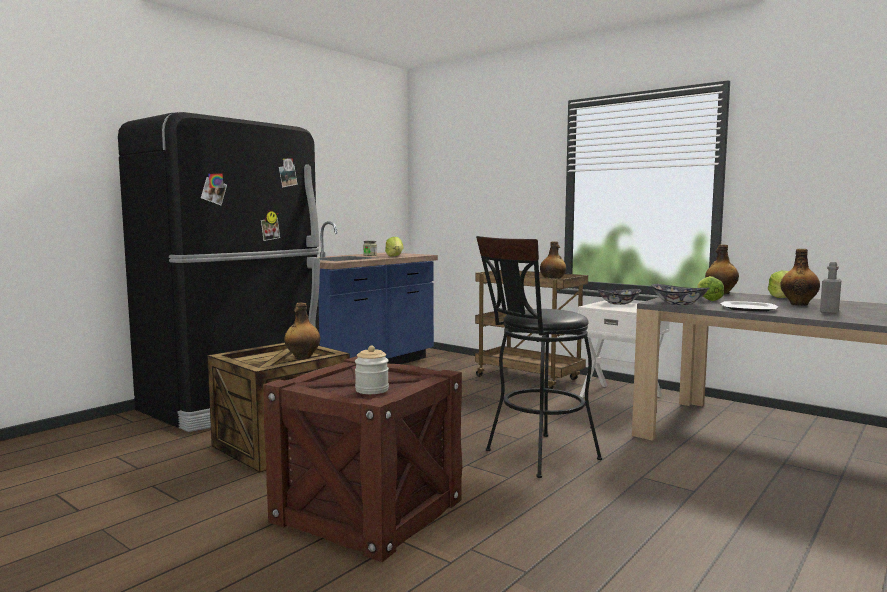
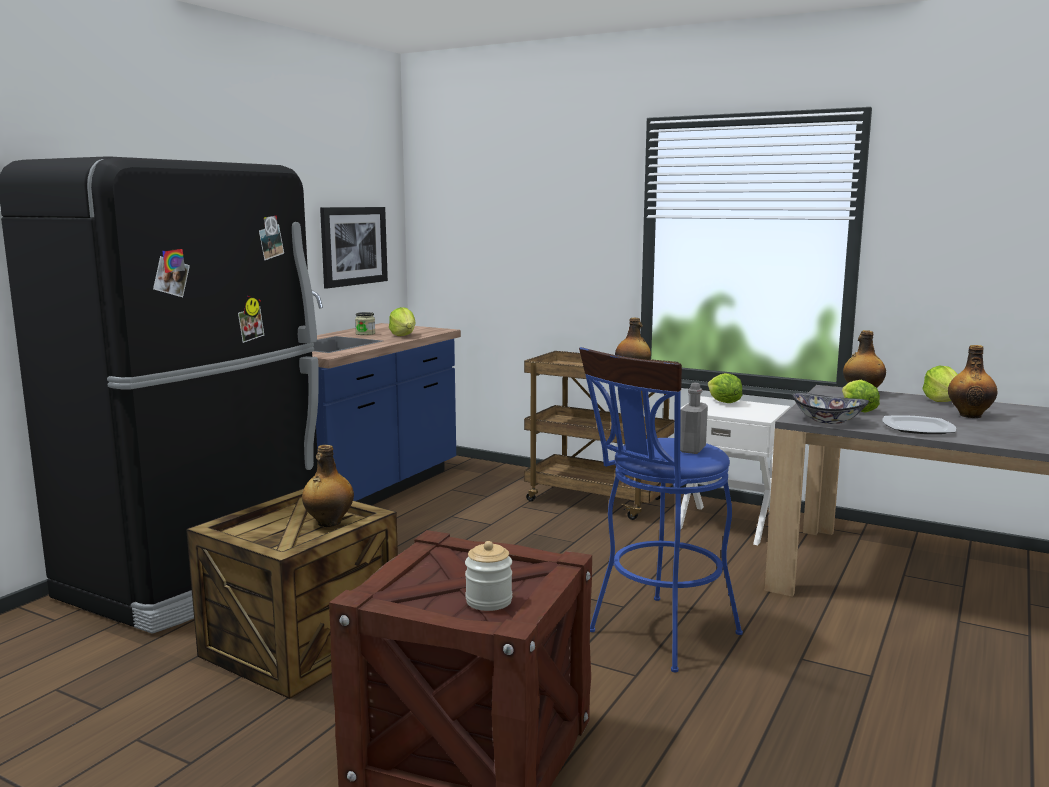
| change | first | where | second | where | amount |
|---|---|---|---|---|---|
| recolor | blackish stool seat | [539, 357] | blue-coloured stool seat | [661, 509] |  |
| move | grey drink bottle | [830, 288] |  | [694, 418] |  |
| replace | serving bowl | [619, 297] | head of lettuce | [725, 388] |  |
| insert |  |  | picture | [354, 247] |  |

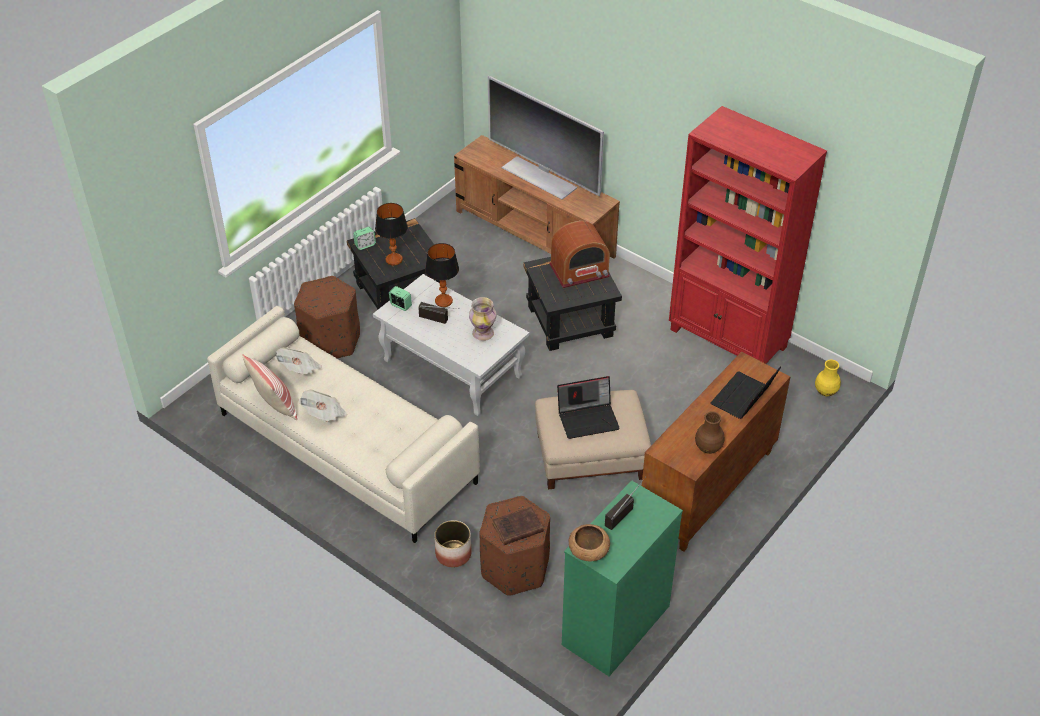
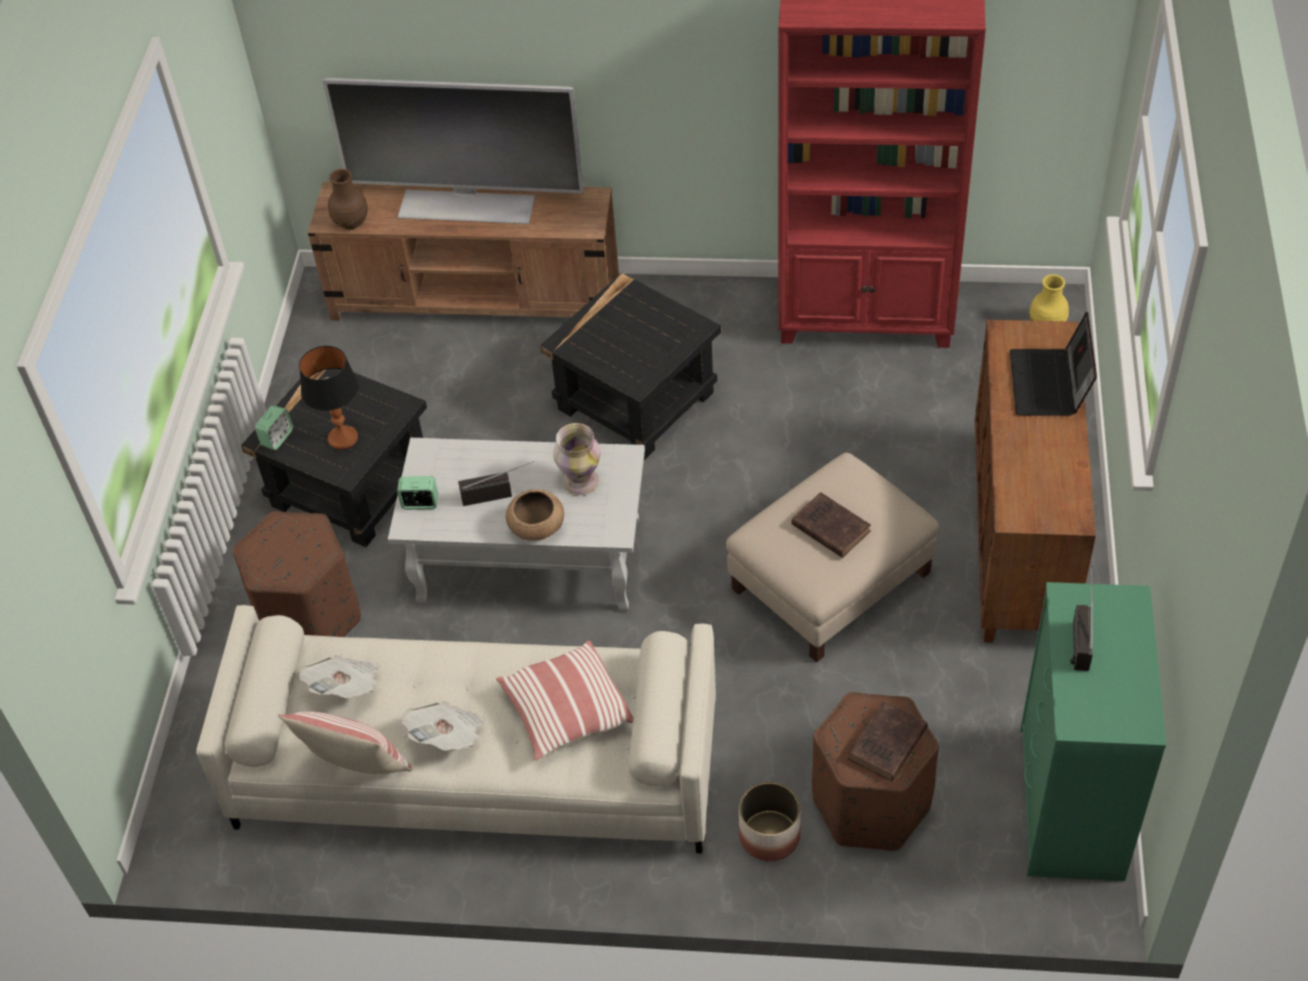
| change | first | where | second | where | amount |
|---|---|---|---|---|---|
| delete | radio set | [579, 254] |  |  |  |
| delete | table lamp | [442, 275] |  |  |  |
| replace | portable computer | [588, 407] | brown-coloured bound book | [831, 525] |  |
| move | brown-coloured flower vase | [709, 432] |  | [348, 199] |  |
| move | brown-coloured serving bowl | [589, 542] |  | [535, 515] |  |
| insert |  |  | pillow | [564, 701] |  |

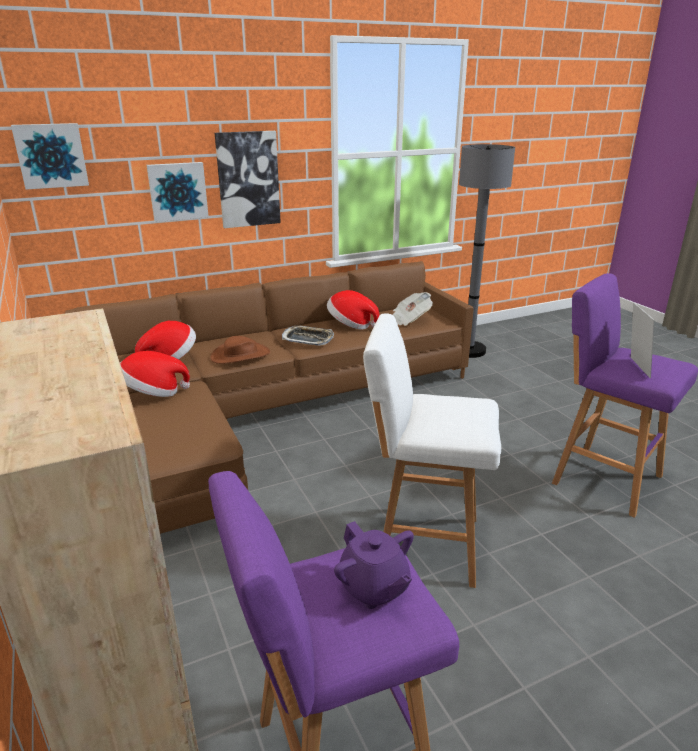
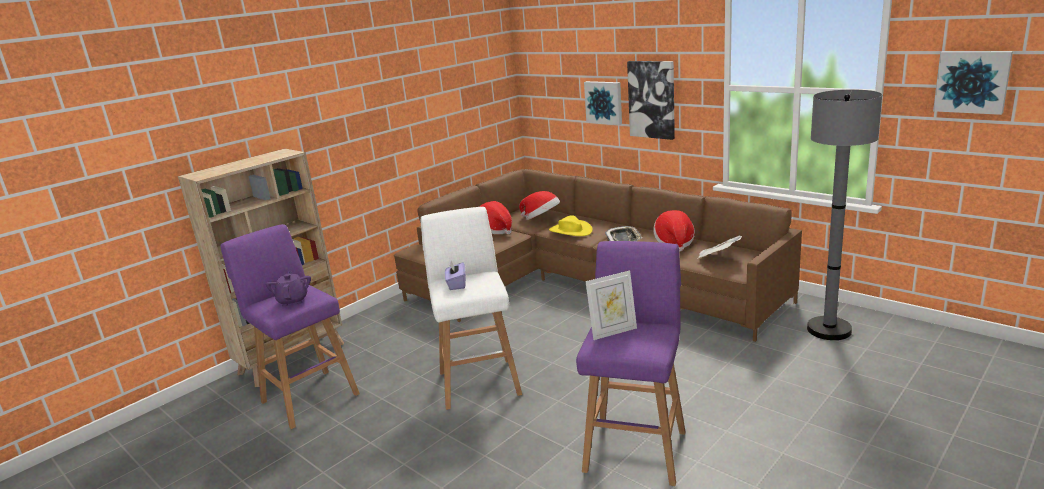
| change | first | where | second | where | amount |
|---|---|---|---|---|---|
| move | picture | [50, 156] |  | [973, 83] |  |
| recolor | brown-coloured clothing hat | [240, 350] | yellowish clothing hat | [571, 225] |  |
| rotate | purple teapot | [374, 565] |  | [288, 289] | 135 degrees clockwise |
| insert |  |  | purple tissue box | [455, 275] |  |

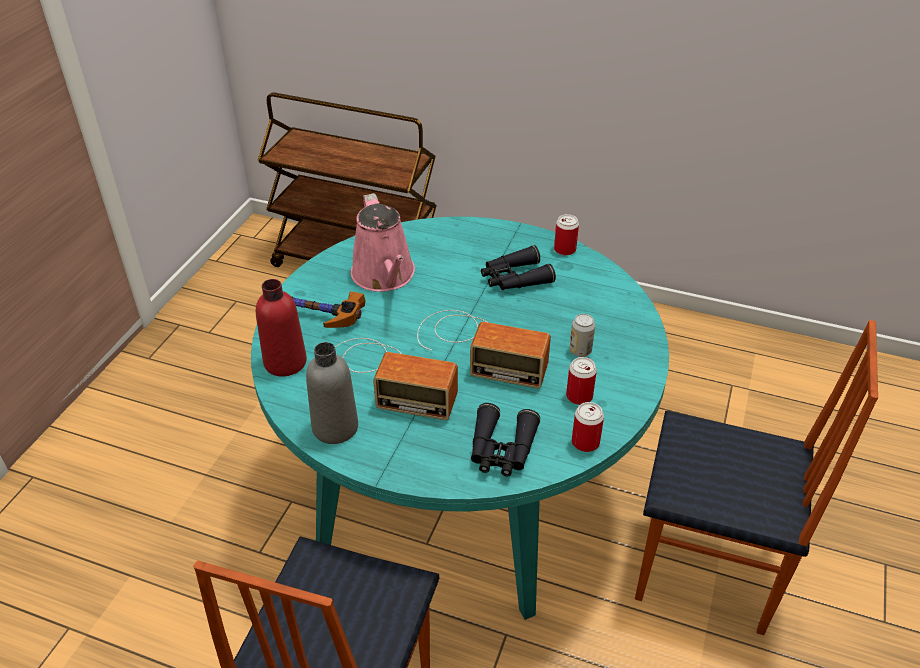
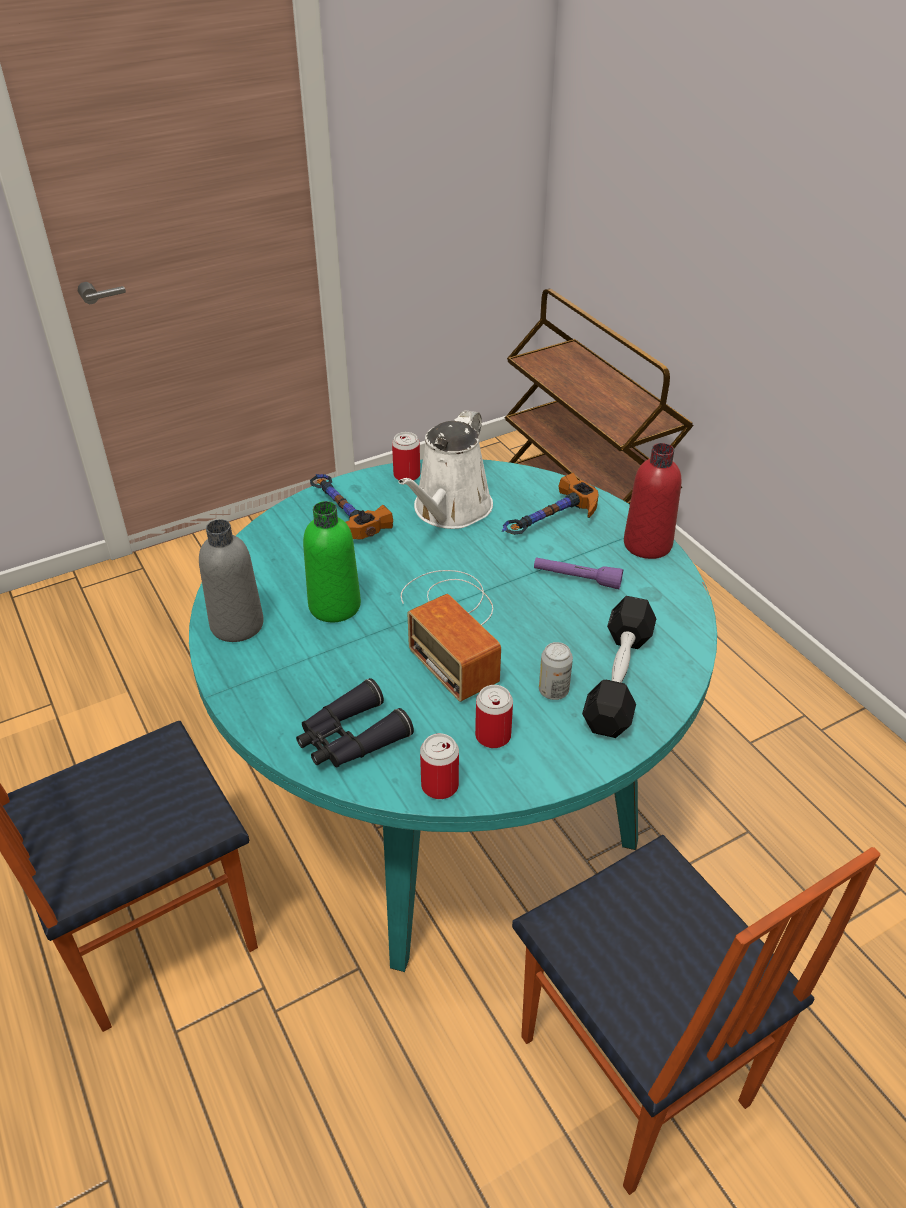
| change | first | where | second | where | amount |
|---|---|---|---|---|---|
| recolor | pinkish watering can | [383, 242] | white watering can | [445, 469] |  |
| move | sealed can | [566, 234] |  | [406, 456] |  |
| replace | blackish pair of binoculars | [518, 267] | purple flashlight | [578, 573] |  |
| move | reddish drink bottle | [281, 328] |  | [652, 501] |  |
| replace | radio set | [396, 379] | greenish drink bottle | [332, 561] |  |
| insert |  |  | hammer | [550, 504] |  |
| insert |  |  | blackish dumbbell | [619, 667] |  |

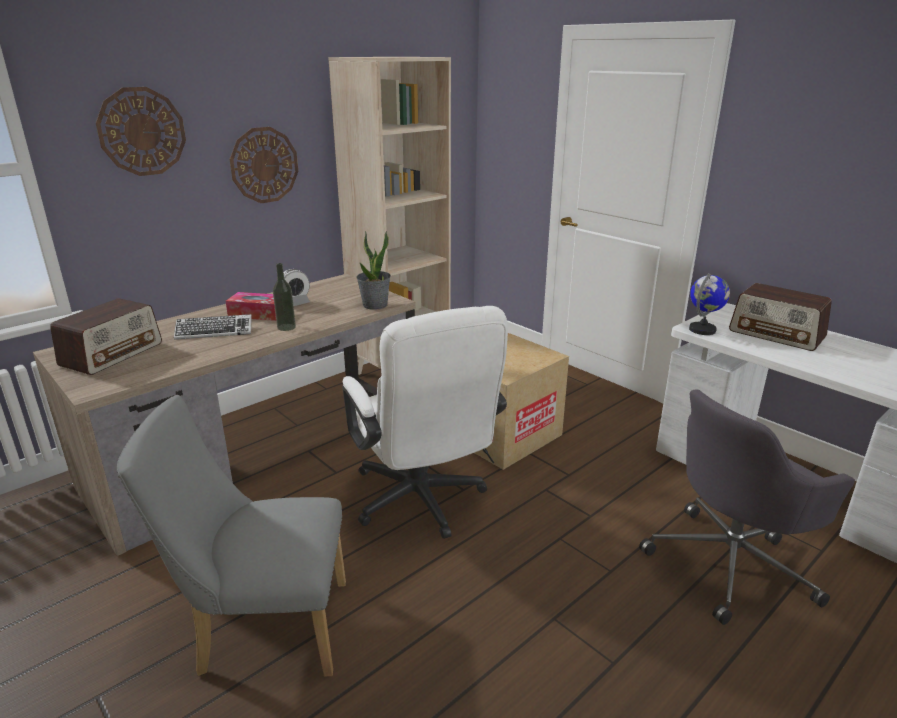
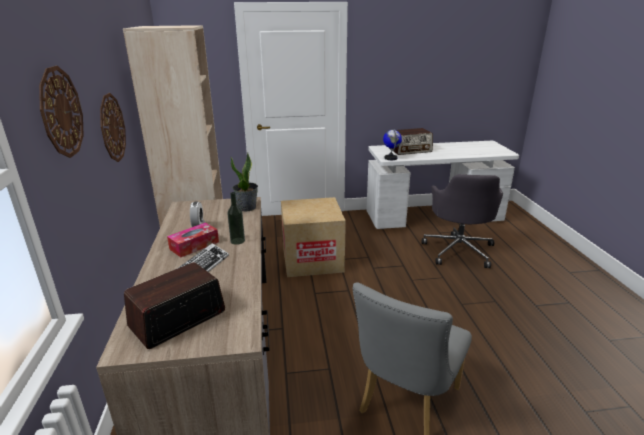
| change | first | where | second | where | amount |
|---|---|---|---|---|---|
| rotate | radio set | [106, 336] |  | [174, 305] | 105 degrees counterclockwise |
| delete | white office chair | [425, 422] |  |  |  |

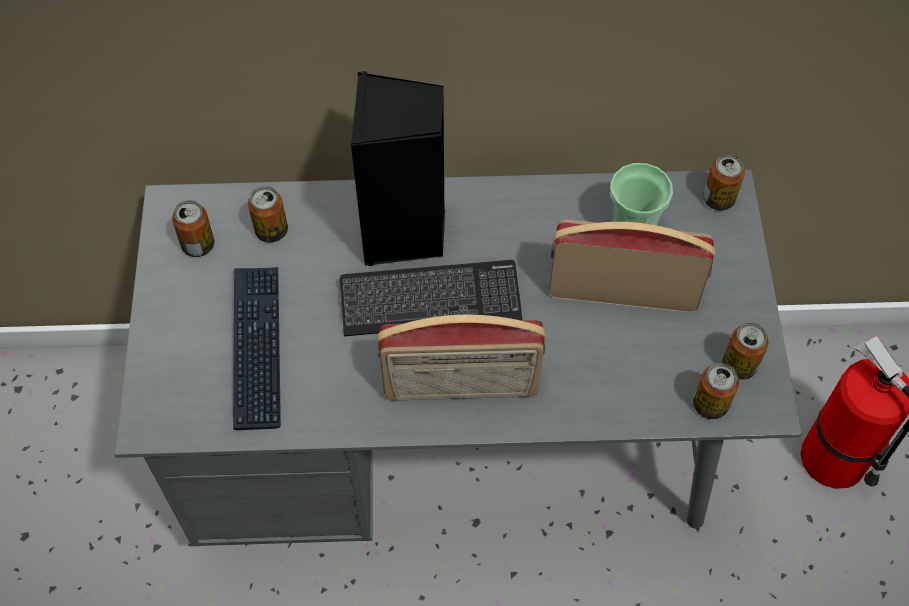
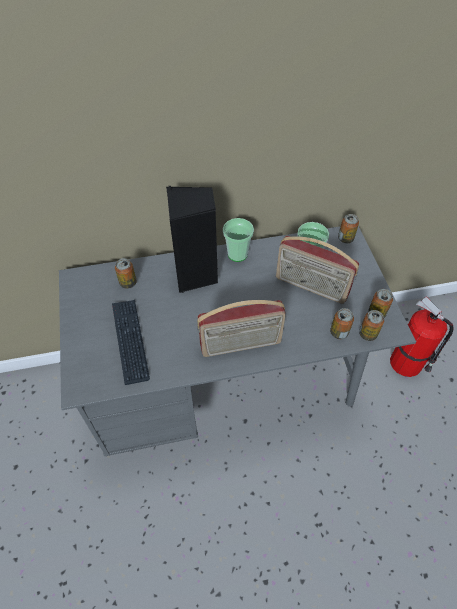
| change | first | where | second | where | amount |
|---|---|---|---|---|---|
| move | sealed can | [193, 228] |  | [342, 323] |  |
| rotate | radio set | [632, 266] |  | [317, 270] | 150 degrees counterclockwise |
| delete | keyboard | [431, 298] |  |  |  |
| insert |  |  | cup | [238, 240] |  |

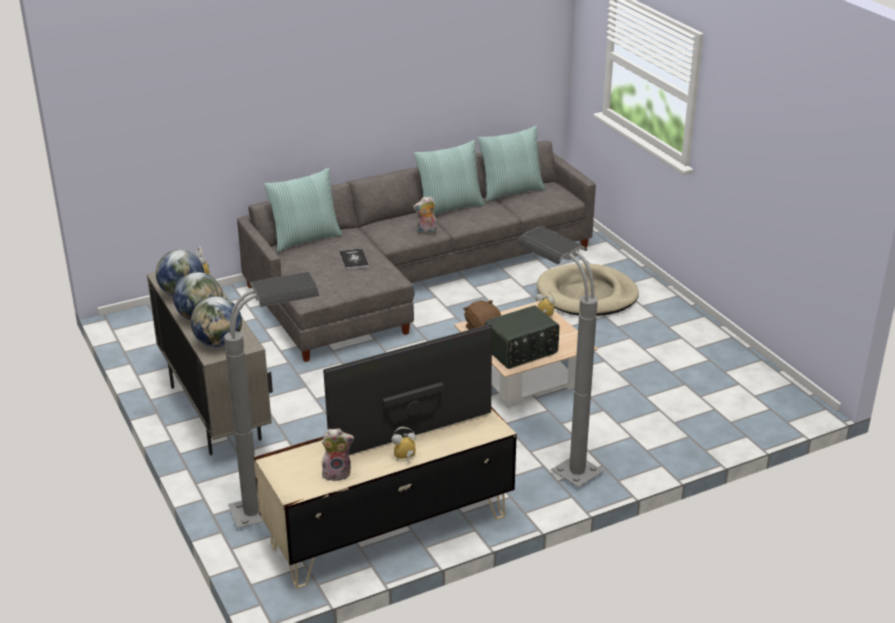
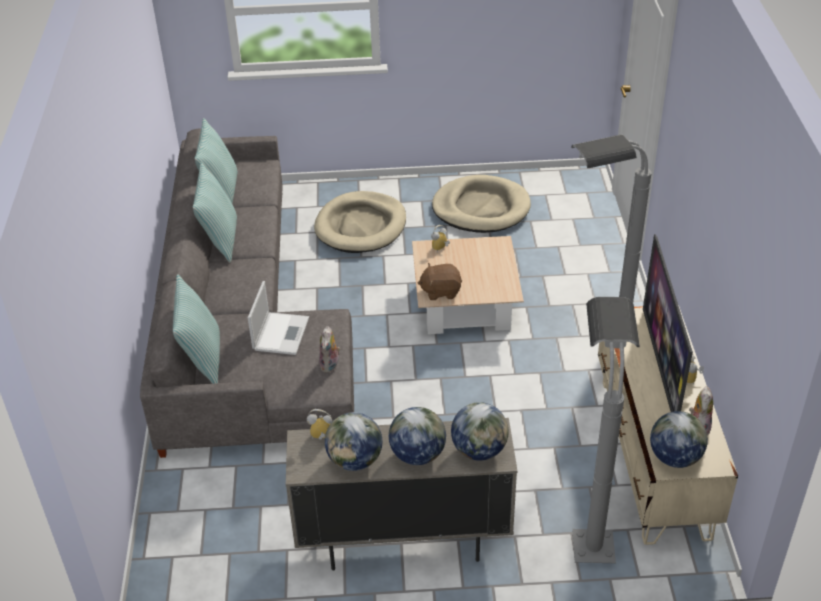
| change | first | where | second | where | amount |
|---|---|---|---|---|---|
| move | soft toy | [425, 216] |  | [330, 349] |  |
| replace | bound book | [354, 259] | portable computer | [278, 318] |  |
| delete | radio set | [522, 337] |  |  |  |
| insert |  |  | sand-coloured pet bed | [481, 204] |  |
| insert |  |  | desk globe | [679, 439] |  |

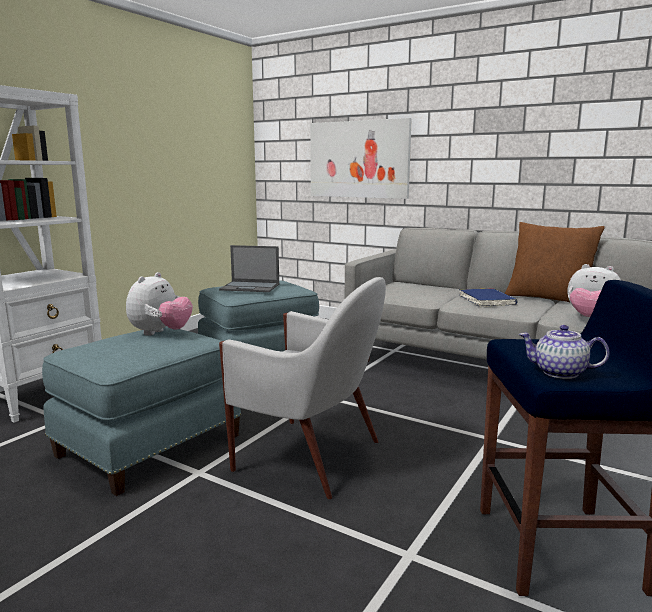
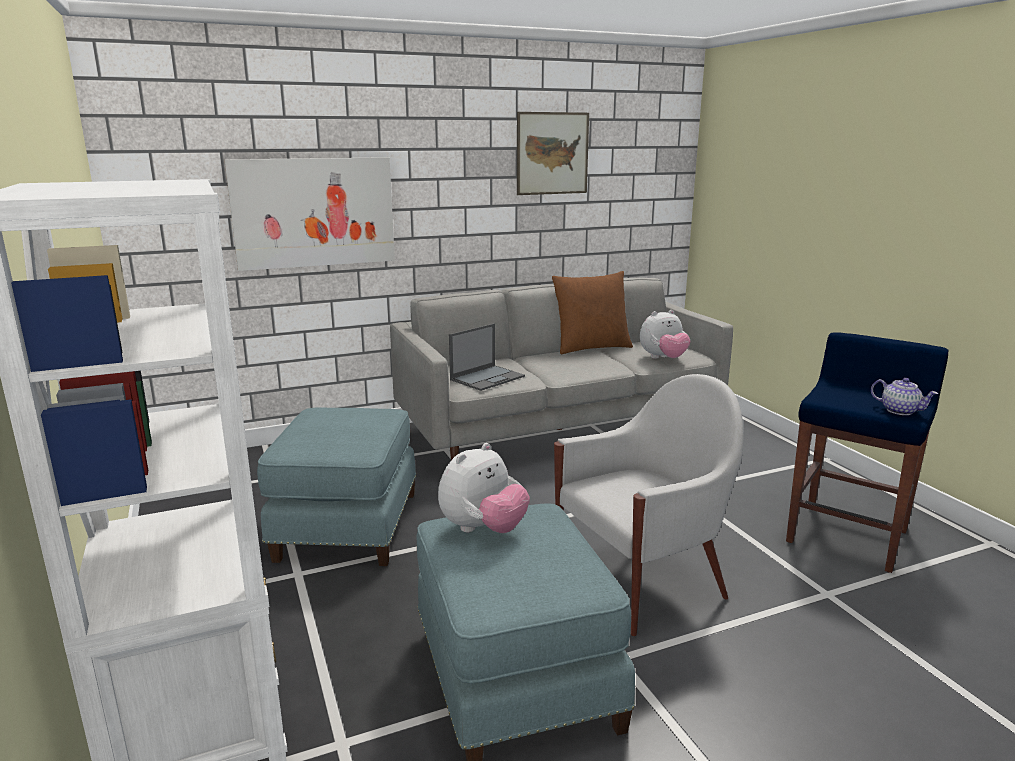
| change | first | where | second | where | amount |
|---|---|---|---|---|---|
| move | portable computer | [249, 268] |  | [487, 357] |  |
| rotate | soft toy | [159, 304] |  | [484, 488] | 75 degrees clockwise |
| delete | blue-coloured bound book | [488, 297] |  |  |  |
| rotate | teapot | [564, 352] |  | [904, 396] | 105 degrees counterclockwise |
| insert |  |  | picture | [553, 153] |  |

